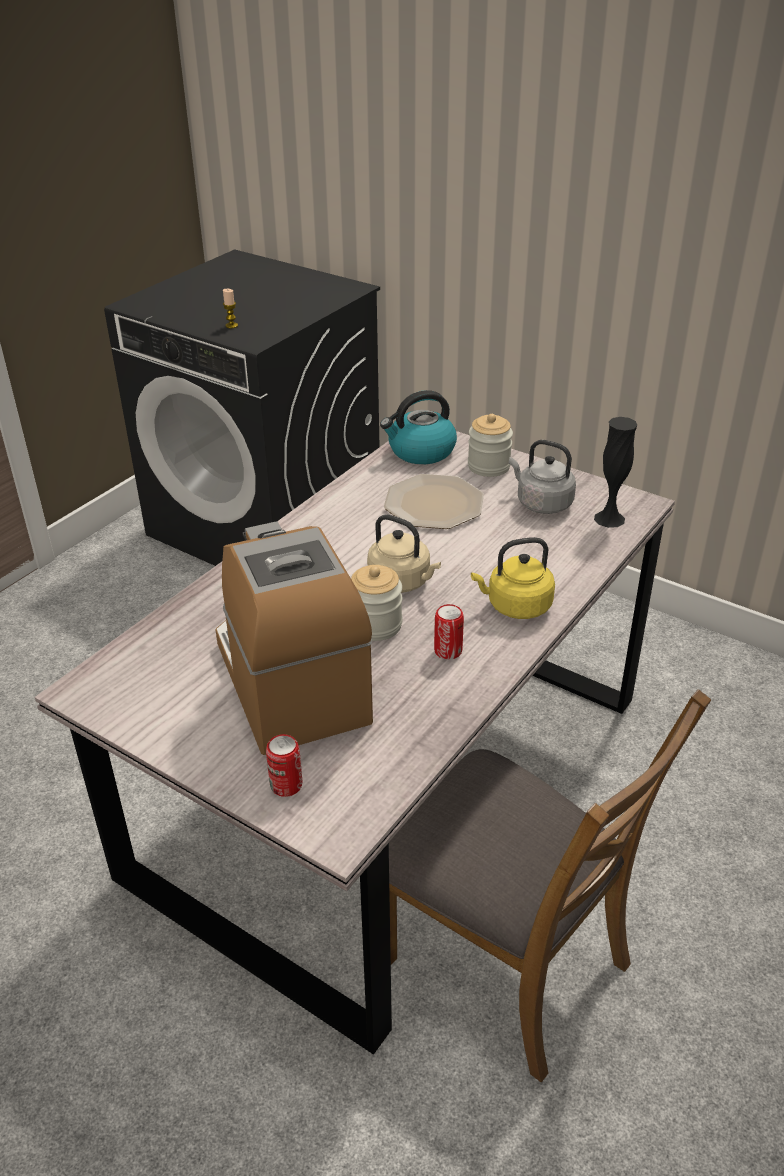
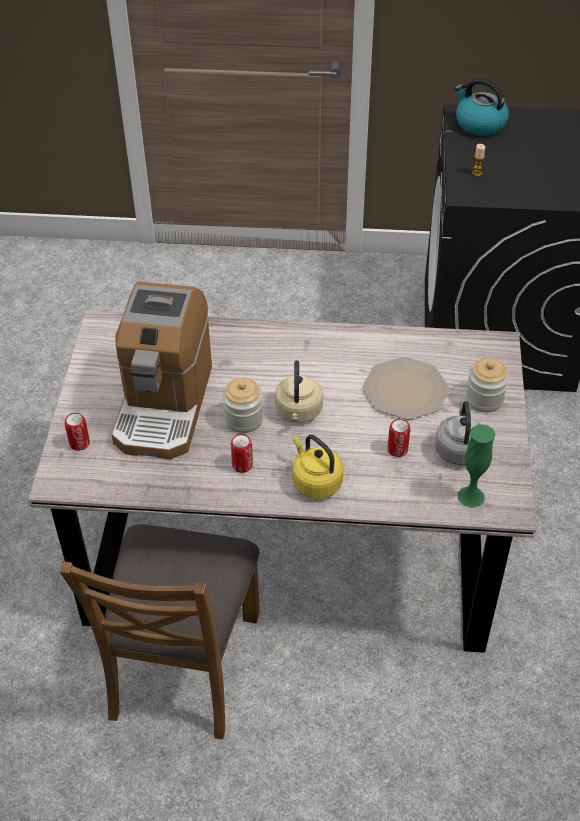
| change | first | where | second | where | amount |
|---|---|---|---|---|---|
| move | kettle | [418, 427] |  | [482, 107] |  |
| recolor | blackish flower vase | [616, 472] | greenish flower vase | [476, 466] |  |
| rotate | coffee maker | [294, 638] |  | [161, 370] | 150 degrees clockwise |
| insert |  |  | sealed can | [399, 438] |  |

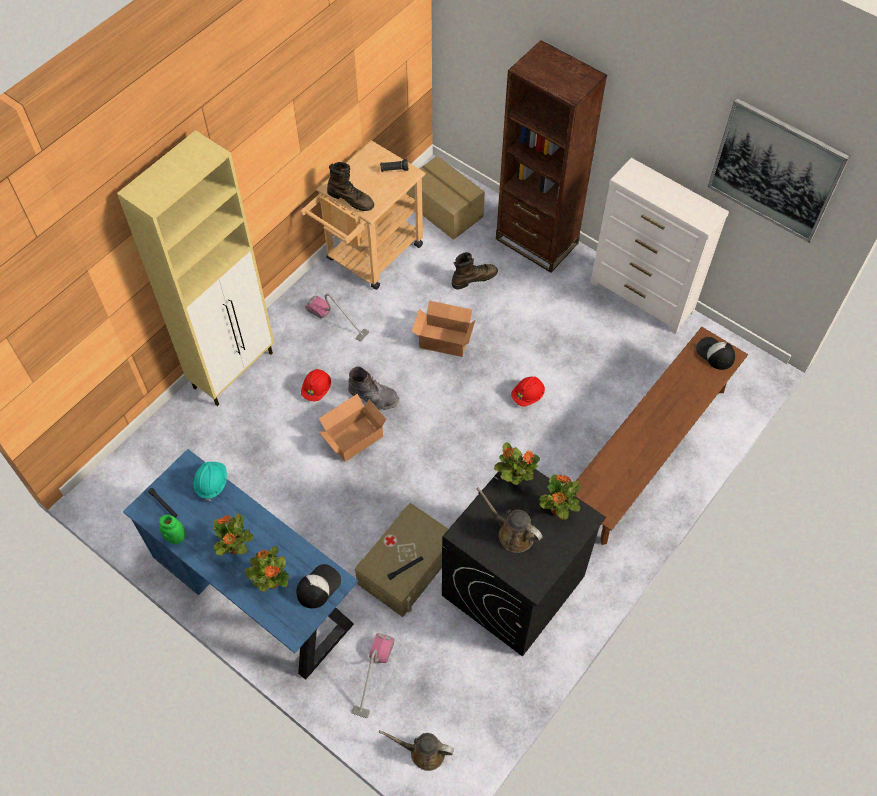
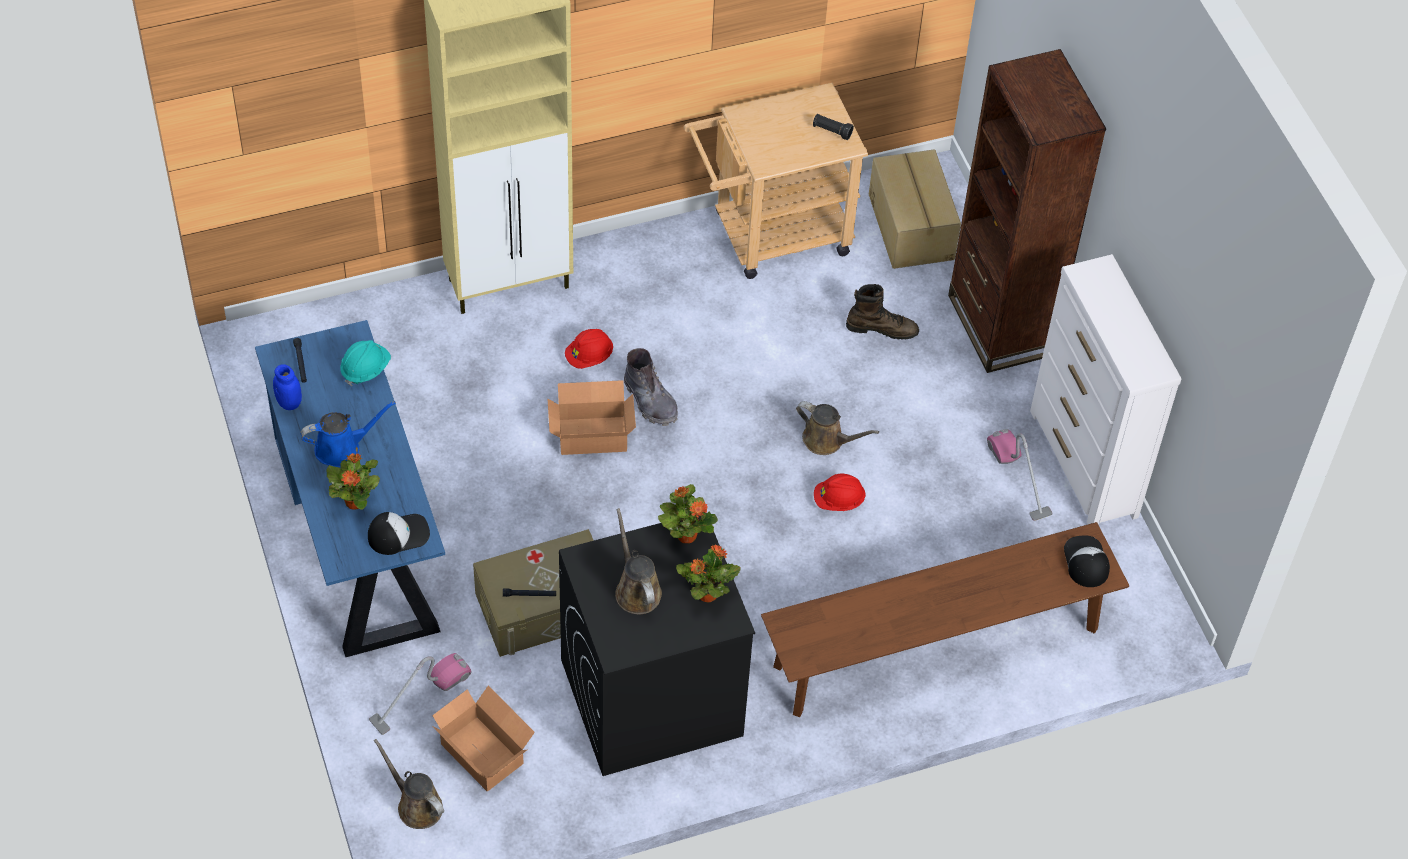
| change | first | where | second | where | amount |
|---|---|---|---|---|---|
| delete | picture | [778, 170] |  |  |  |
| delete | brown-coloured high-top boot | [350, 186] |  |  |  |
| move | vacuum cleaner | [337, 317] |  | [1020, 475] |  |
| move | carton | [443, 329] |  | [483, 739] |  |
| replace | potted plant | [233, 534] | blue-coloured watering can | [348, 434] |  |
| recolor | greenish jar | [172, 529] | blue-coloured jar | [287, 387] |  |
| insert |  |  | brown-coloured watering can | [837, 428] |  |

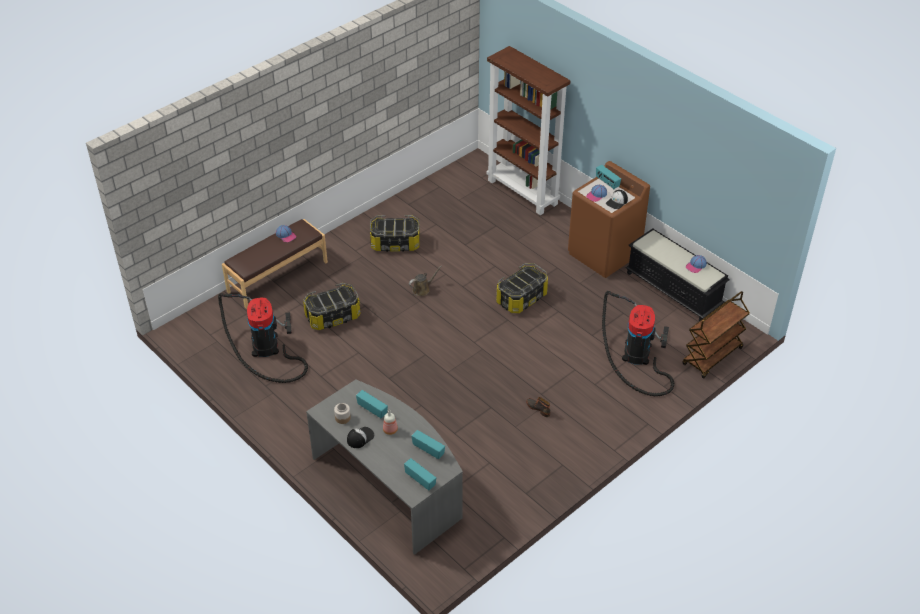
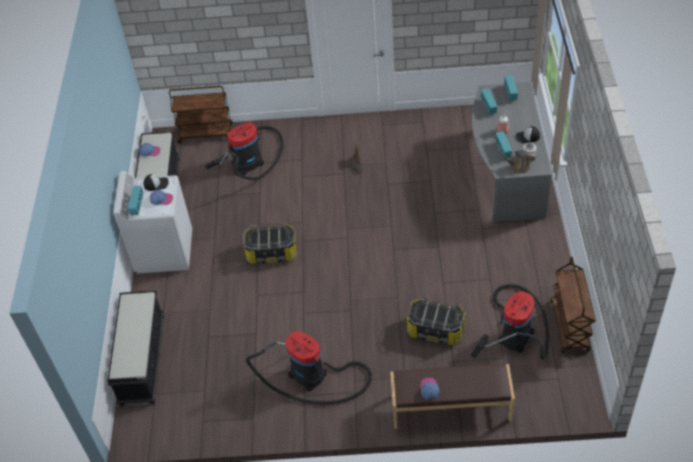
| change | first | where | second | where | amount |
|---|---|---|---|---|---|
| replace | brown-coloured bookcase | [528, 130] | blackish indoor bench | [135, 348] |  |
| recolor | brown-coloured washing machine | [609, 219] | white washing machine | [152, 222] |  |
| replace | storage box | [395, 233] | vacuum cleaner | [309, 368] |  |
| move | brown-coloured watering can | [425, 280] |  | [516, 161] |  |
| insert |  |  | brown-coloured trolley | [573, 305] |  |

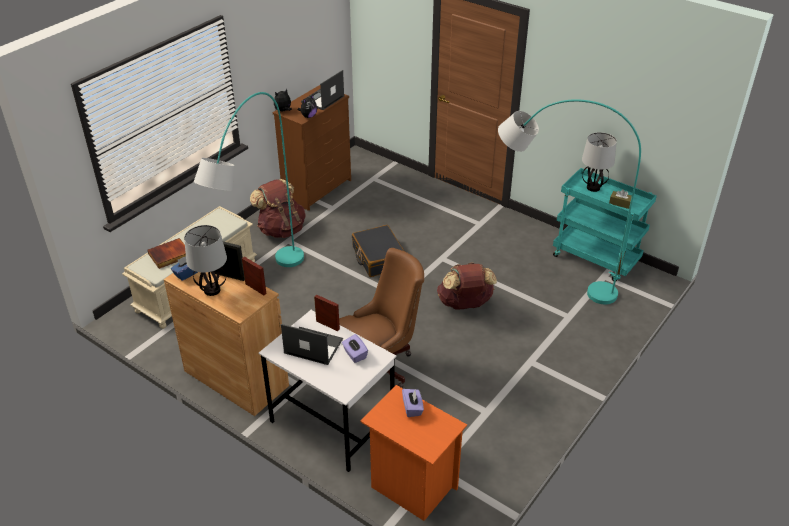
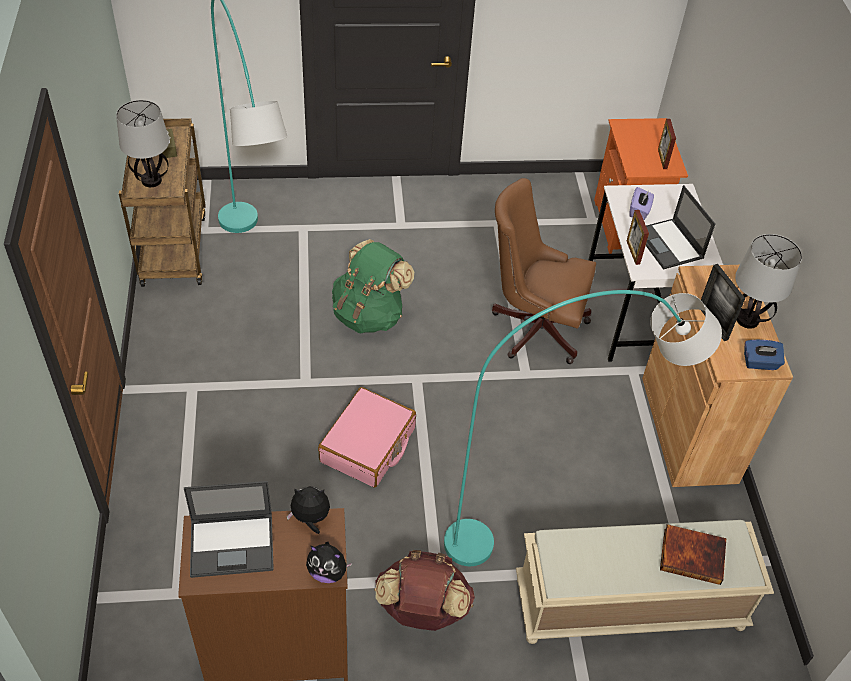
| change | first | where | second | where | amount |
|---|---|---|---|---|---|
| recolor | blue-green trolley | [605, 224] | brown-coloured trolley | [162, 202] |  |
| recolor | blackish piece of luggage | [378, 251] | pinkish piece of luggage | [367, 437] |  |
| move | standing frame | [254, 276] |  | [667, 144] |  |
| recolor | brown-coloured knapsack | [467, 285] | greenish knapsack | [373, 286] |  |
| delete | purple tissue box | [413, 403] |  |  |  |

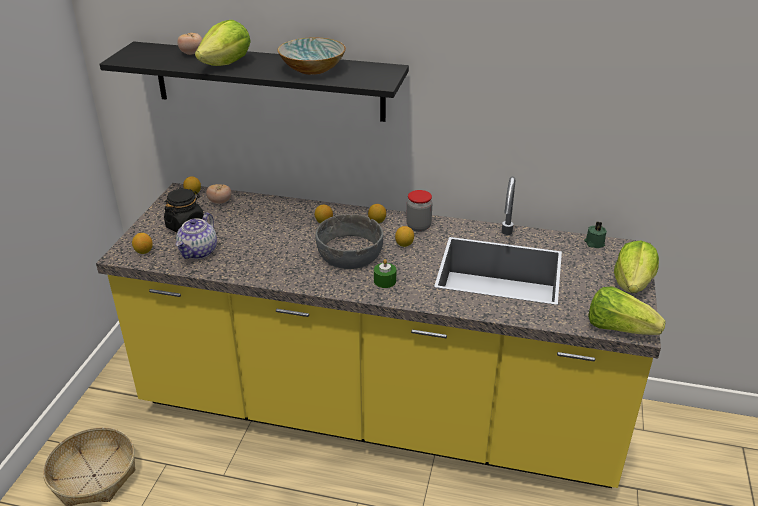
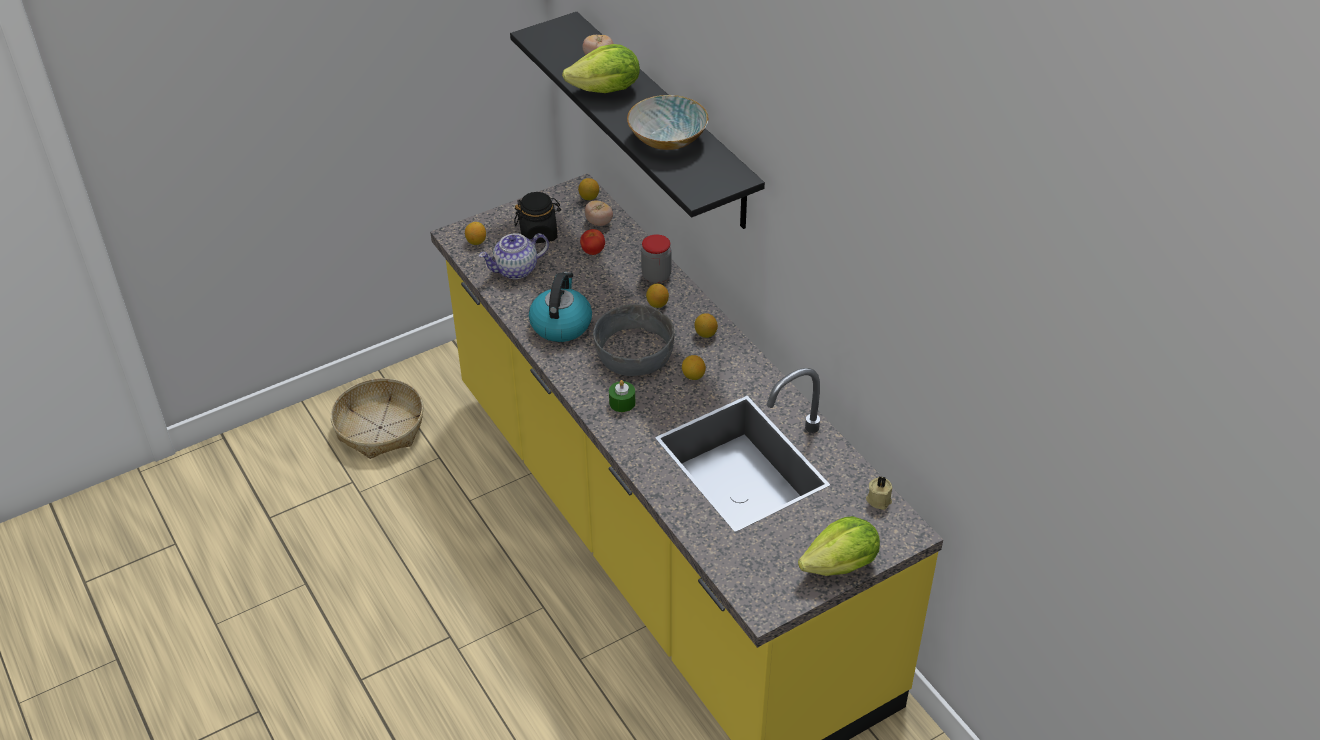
| change | first | where | second | where | amount |
|---|---|---|---|---|---|
| move | jar | [419, 211] |  | [656, 258] |  |
| recolor | greenish candle | [595, 234] | sand-coloured candle | [879, 493] |  |
| delete | head of lettuce | [627, 310] |  |  |  |
| insert |  |  | whole tomato | [592, 242] |  |
| insert |  |  | kettle | [560, 307] |  |

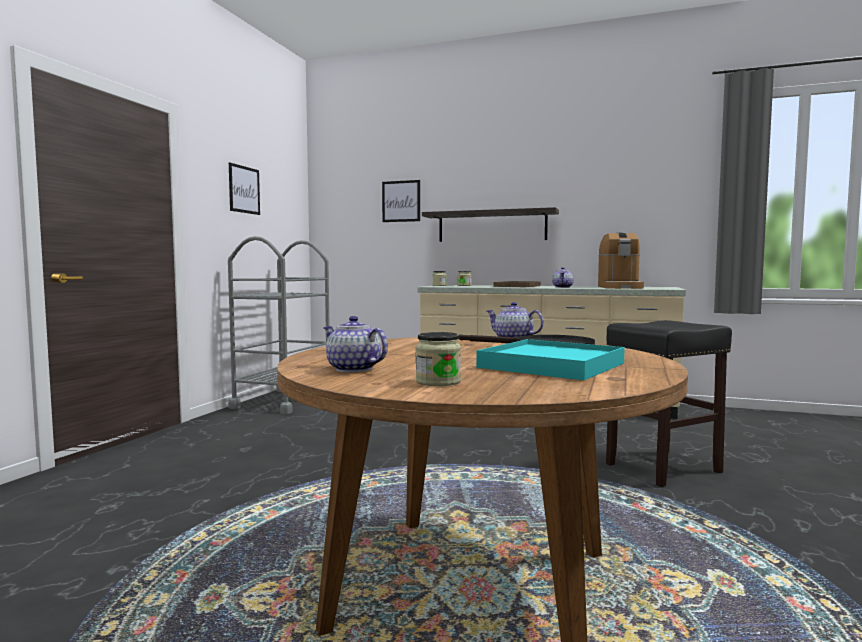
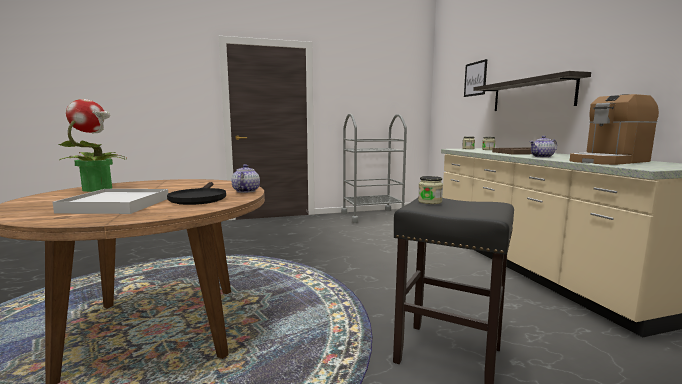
| change | first | where | second | where | amount |
|---|---|---|---|---|---|
| delete | picture | [244, 189] |  |  |  |
| replace | teapot | [355, 344] | potted plant | [92, 145] |  |
| move | jar | [438, 359] |  | [430, 190] |  |
| recolor | blue-green tray | [550, 359] | white tray | [110, 201] |  |

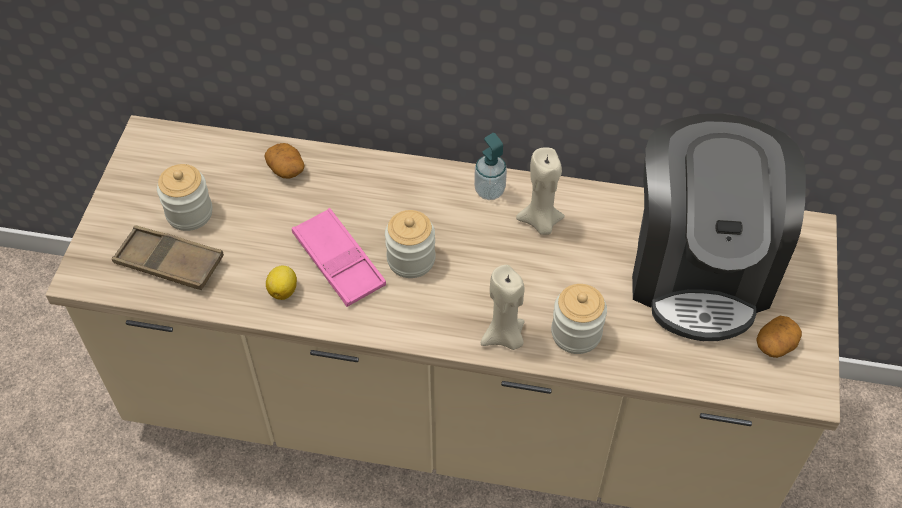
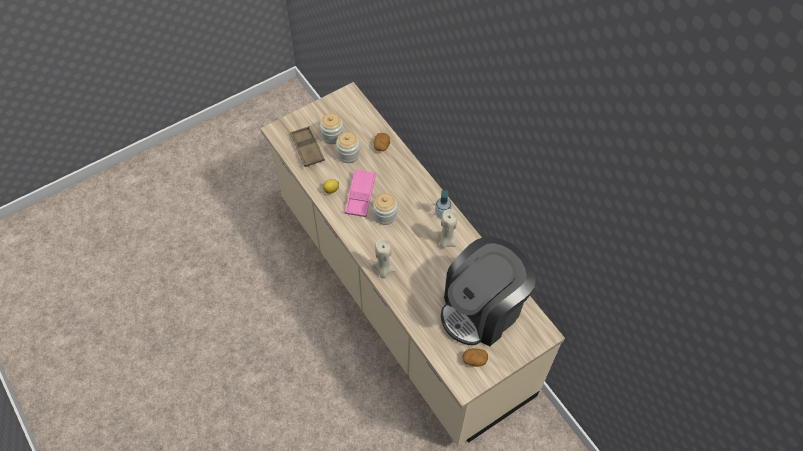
| change | first | where | second | where | amount |
|---|---|---|---|---|---|
| move | jar | [579, 319] |  | [348, 147] |  |

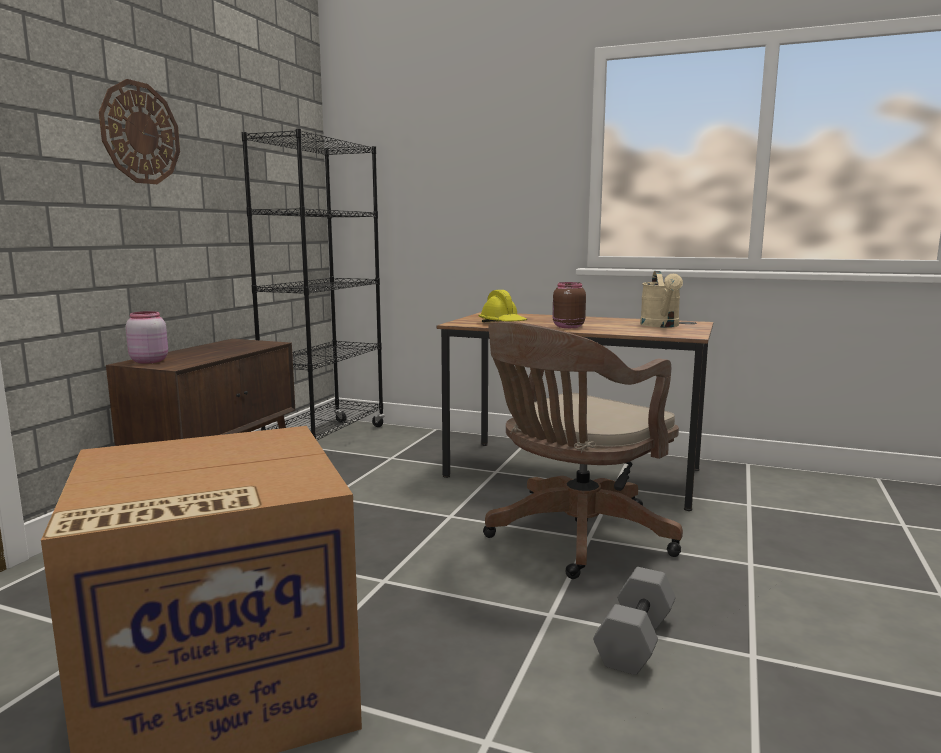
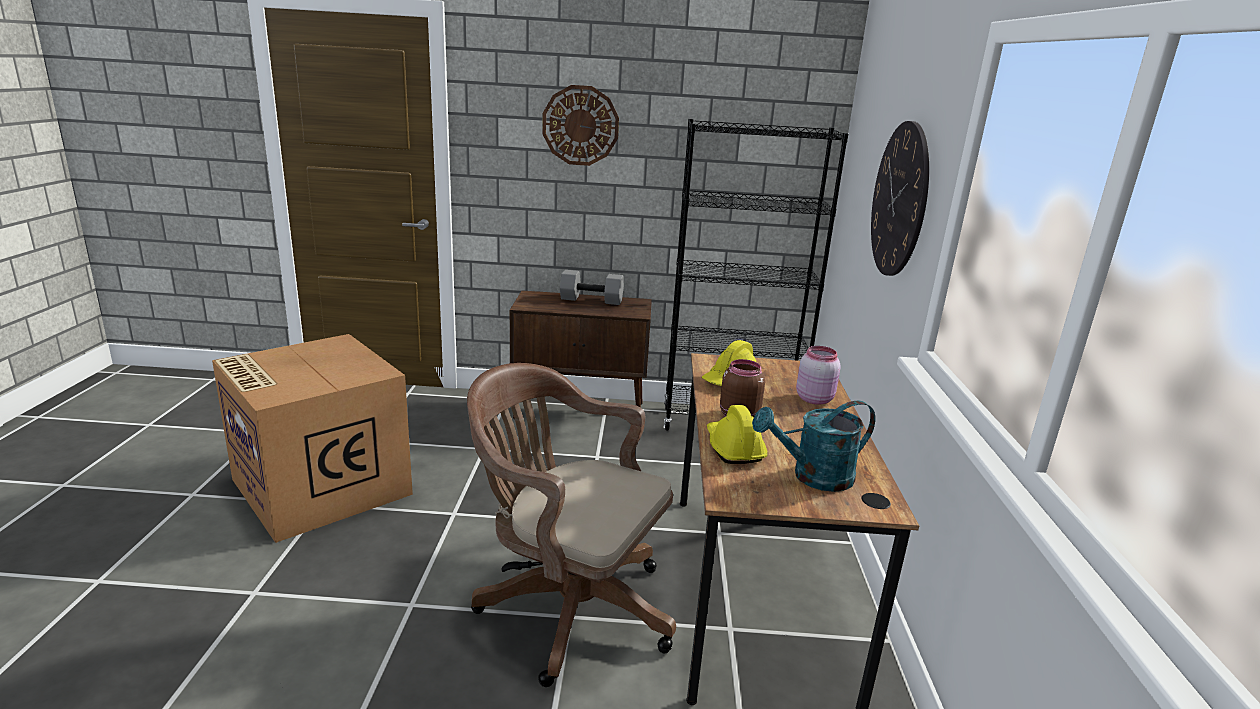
| change | first | where | second | where | amount |
|---|---|---|---|---|---|
| recolor | sand-coloured watering can | [661, 299] | blue-green watering can | [813, 446] |  |
| move | pinkish jar | [147, 337] |  | [818, 375] |  |
| move | grey dumbbell | [634, 621] |  | [592, 287] |  |
| insert |  |  | clock on the wall | [900, 198] |  |
| insert |  |  | yellowish hard hat | [737, 434] |  |

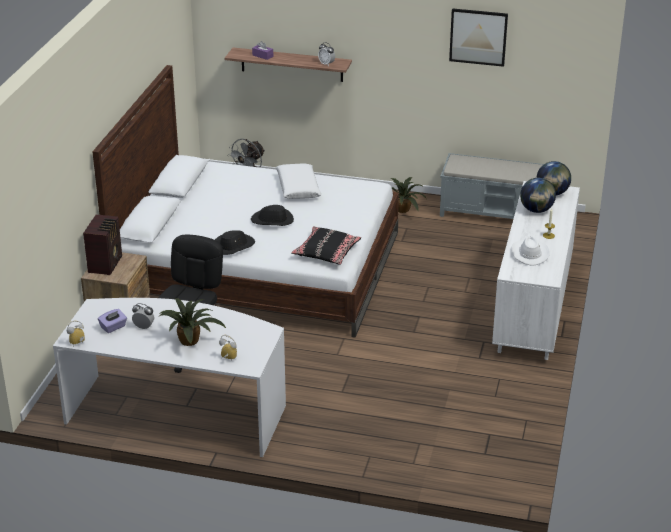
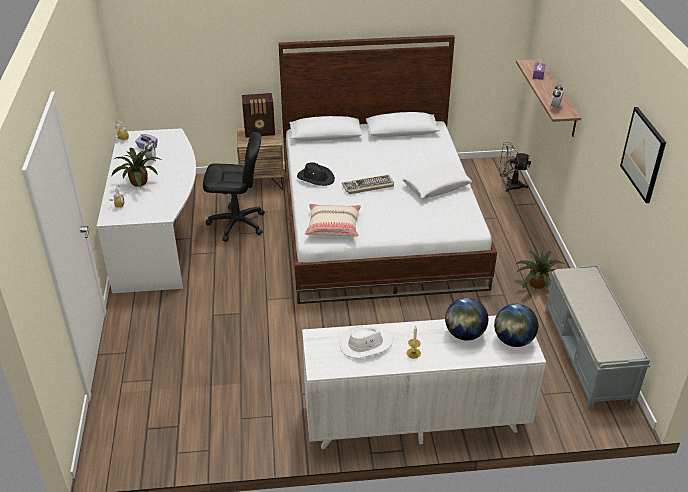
| change | first | where | second | where | amount |
|---|---|---|---|---|---|
| replace | blackish clothing hat | [272, 215] | keyboard | [368, 184] |  |
| recolor | blackish pillow | [326, 245] | sand-coloured pillow | [333, 220] |  |

